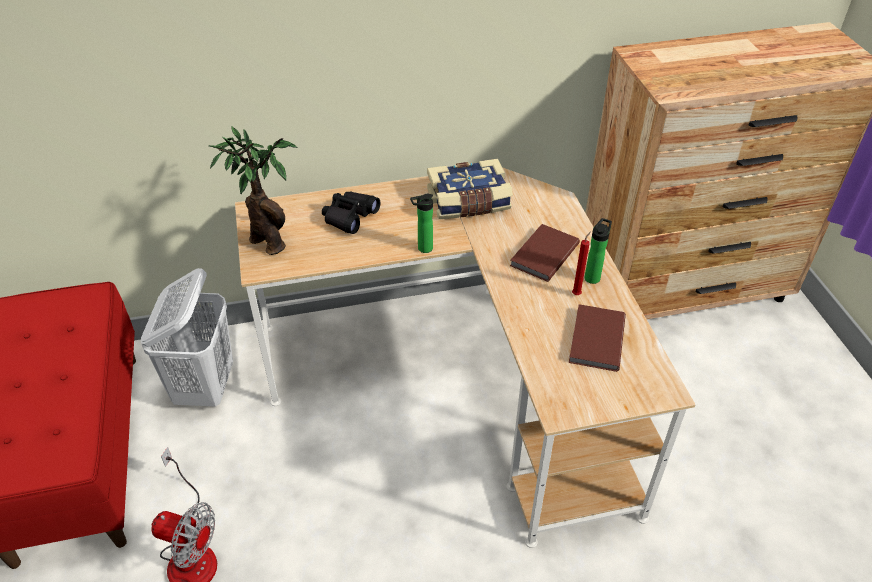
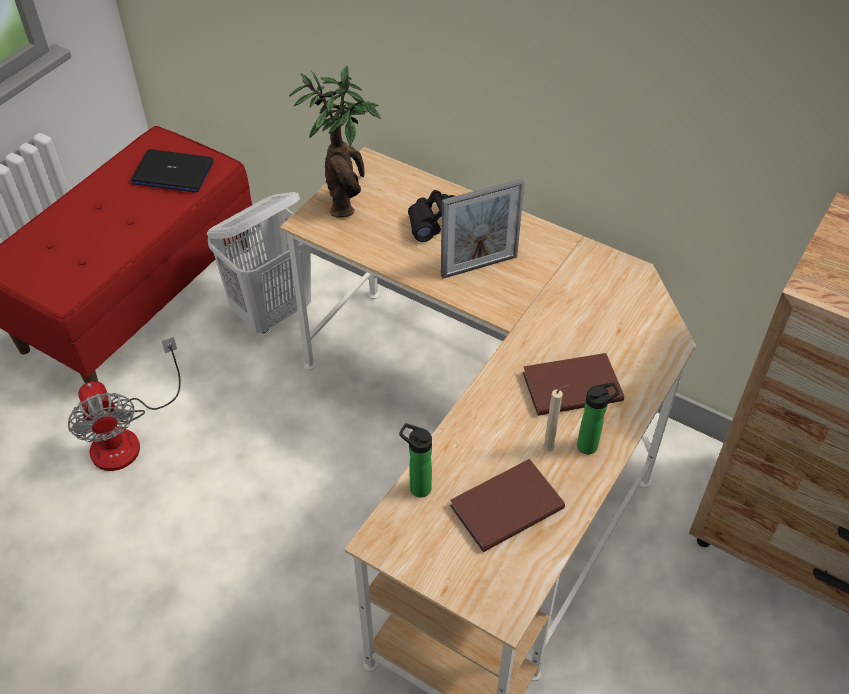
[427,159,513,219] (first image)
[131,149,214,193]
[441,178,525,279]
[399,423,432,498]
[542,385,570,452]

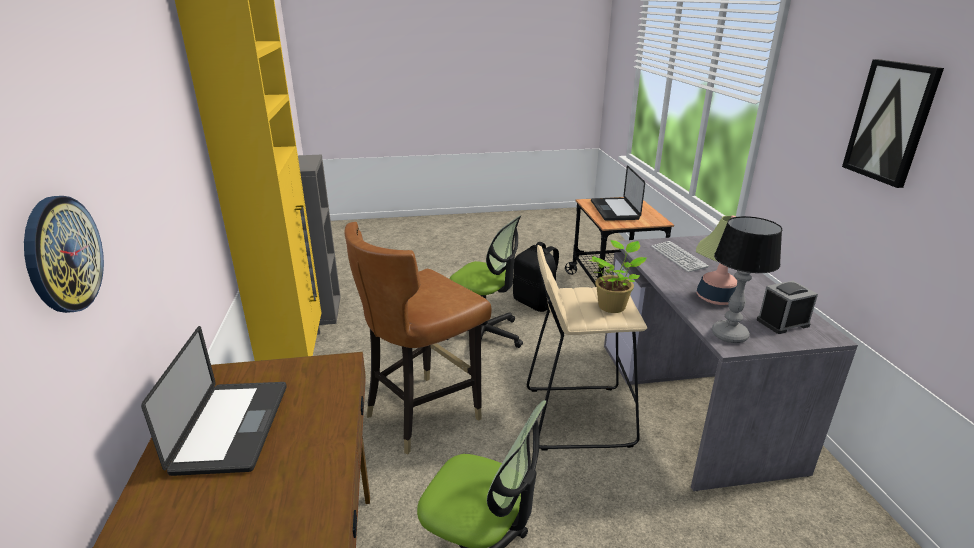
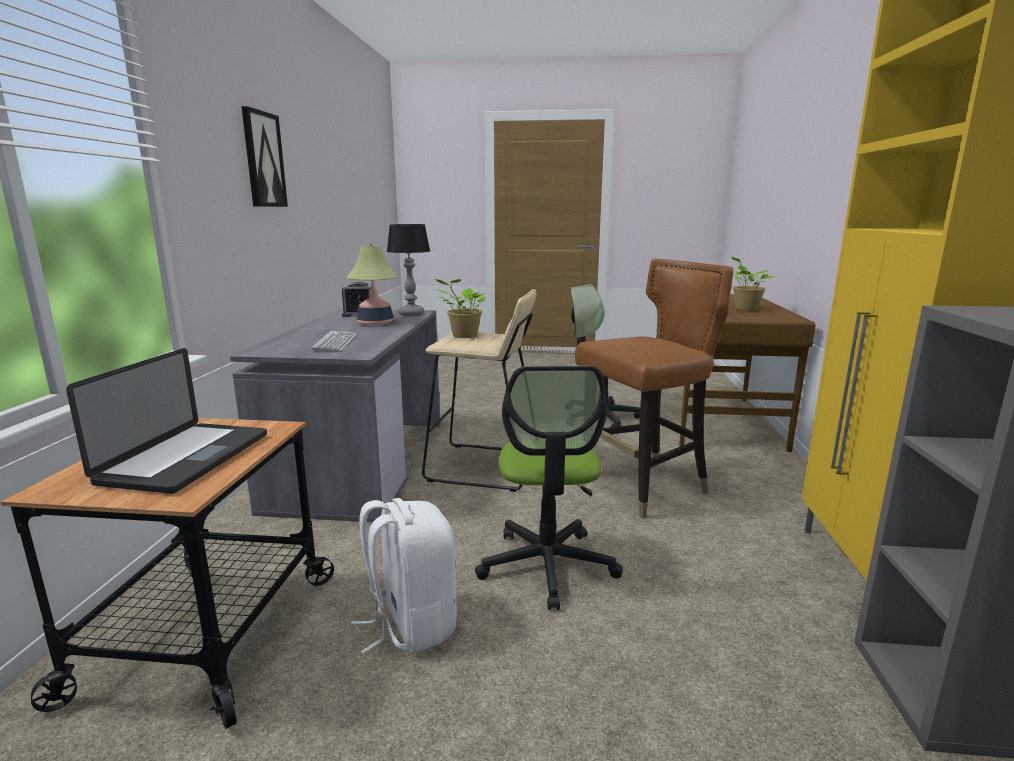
[24,196,104,313] (first image)
[731,256,774,311]
[351,498,457,654]
[475,366,623,610]

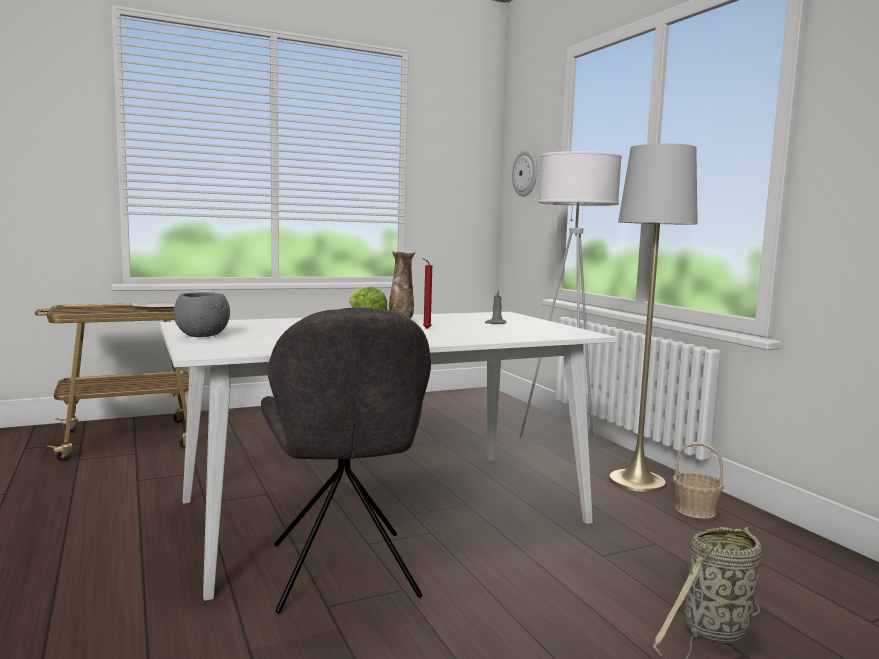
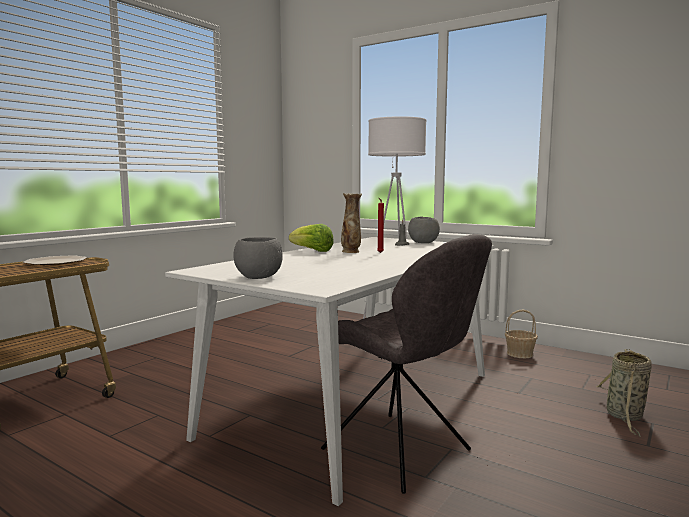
[512,150,537,197] (first image)
[609,144,698,492] (first image)
[408,217,440,243]

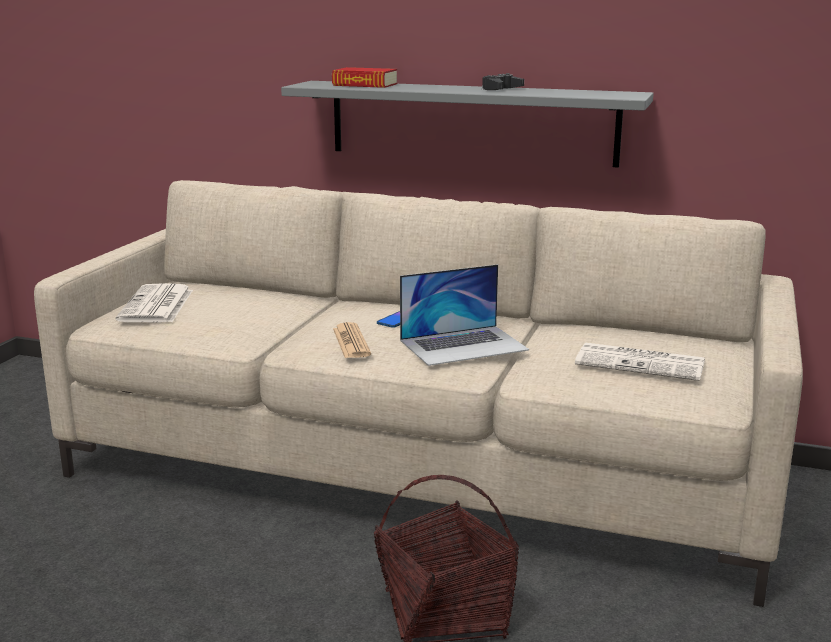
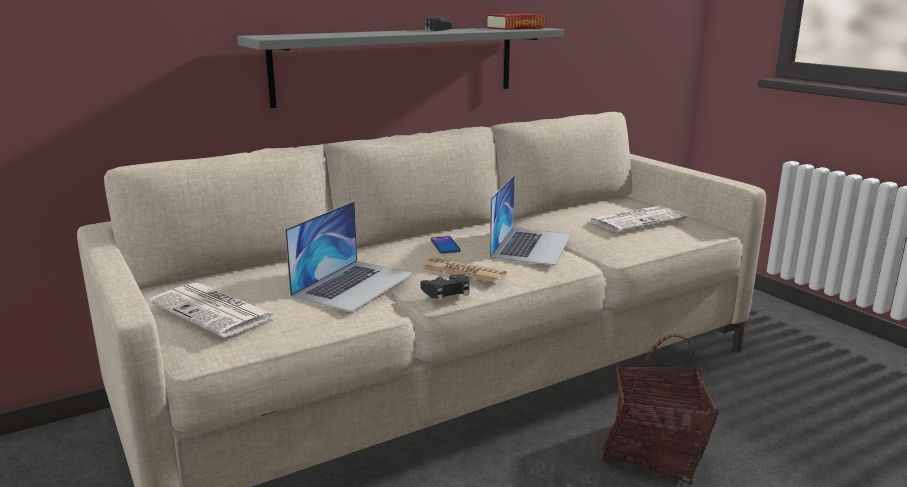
[285,201,414,312]
[421,274,470,300]
[487,14,546,30]

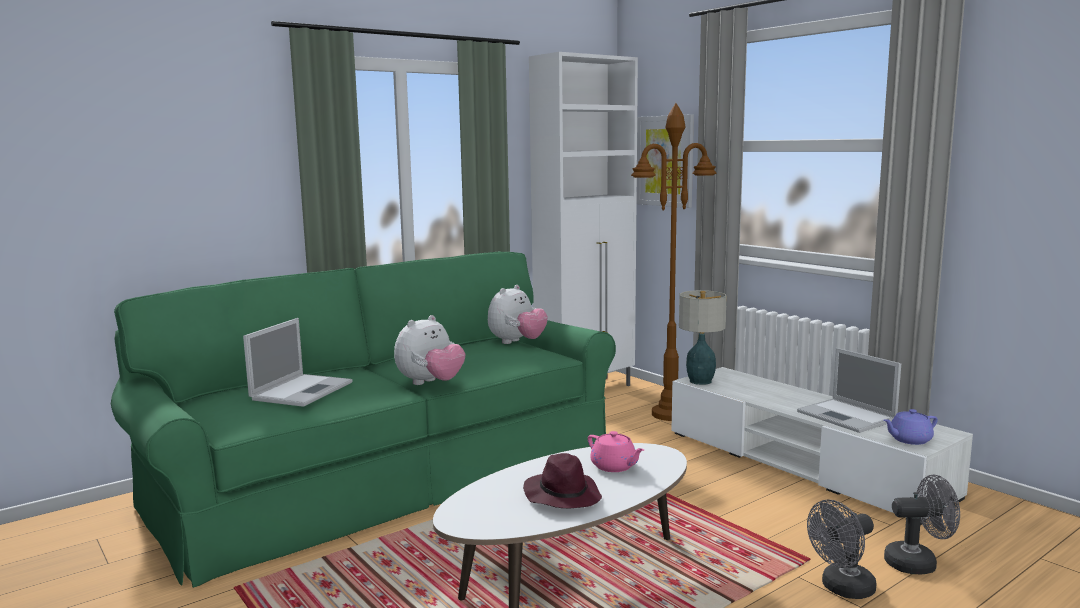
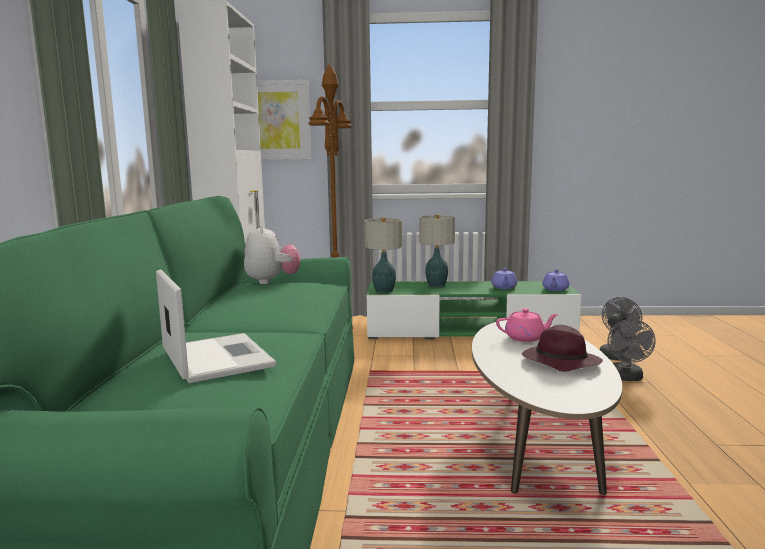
[394,315,465,385] (first image)
[419,214,455,287]
[491,268,517,289]
[367,281,581,339]

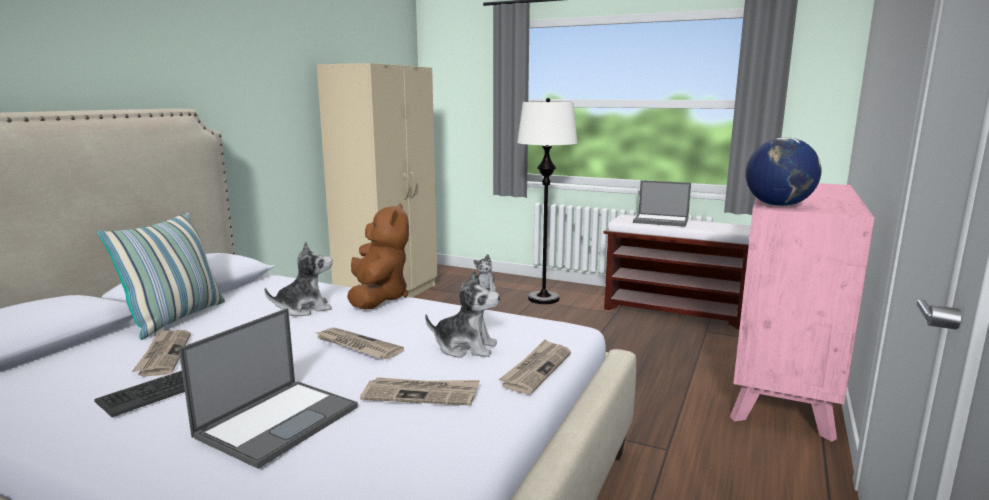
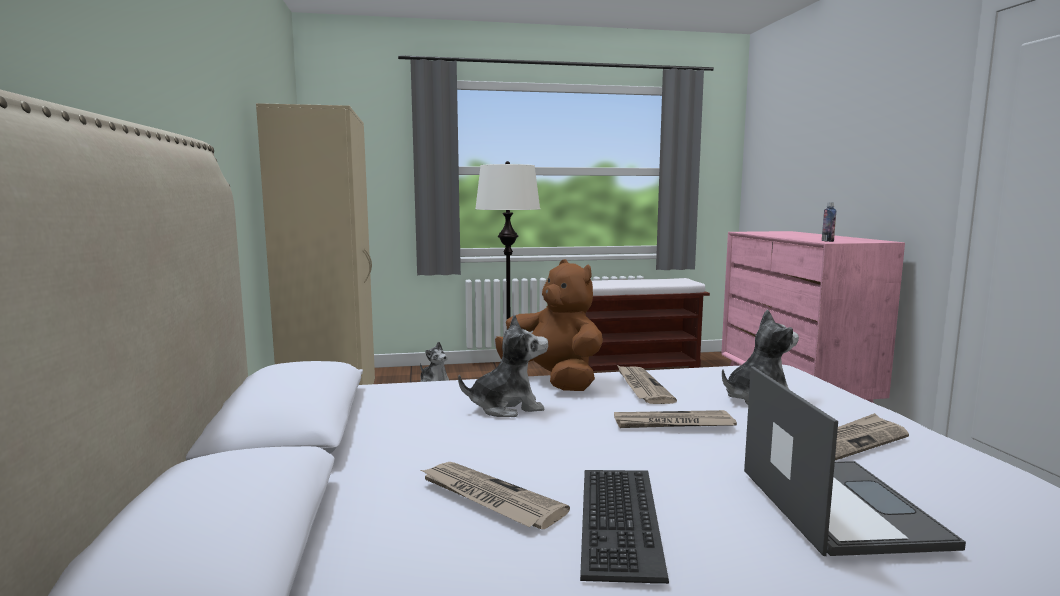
[97,212,225,340] (first image)
[633,180,691,227] (first image)
[617,365,677,404]
[822,202,836,242]
[458,314,548,417]

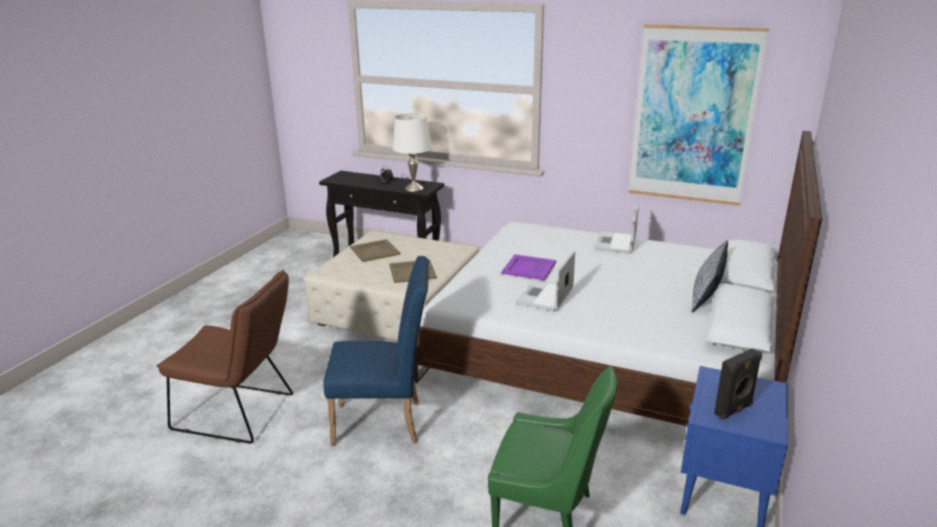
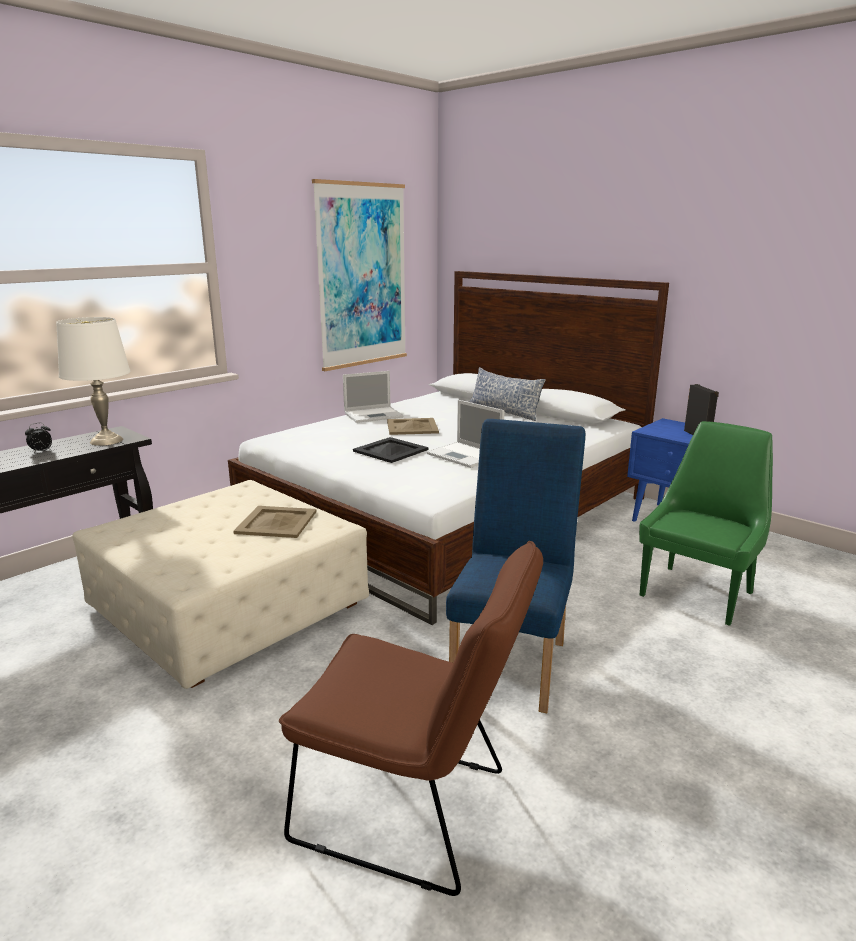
[387,418,439,435]
[353,437,428,463]
[279,541,543,896]
[343,371,403,423]

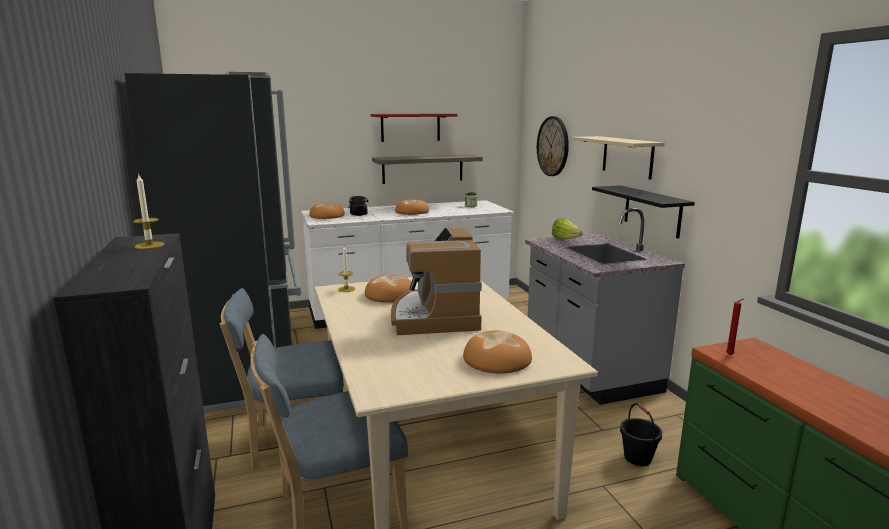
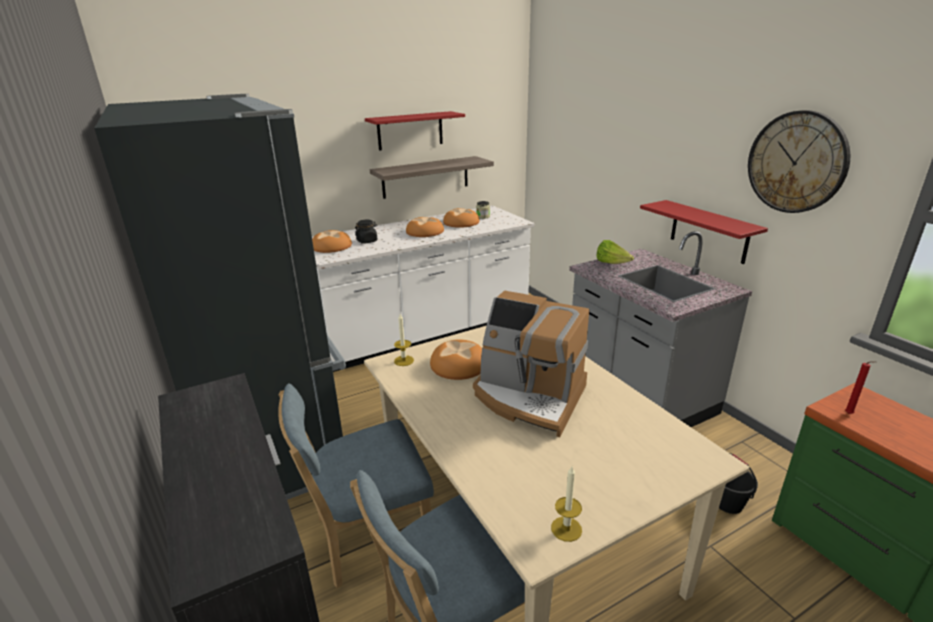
[571,136,665,180] (first image)
[551,466,582,542]
[443,208,480,228]
[748,110,850,213]
[640,200,768,264]
[473,290,589,437]

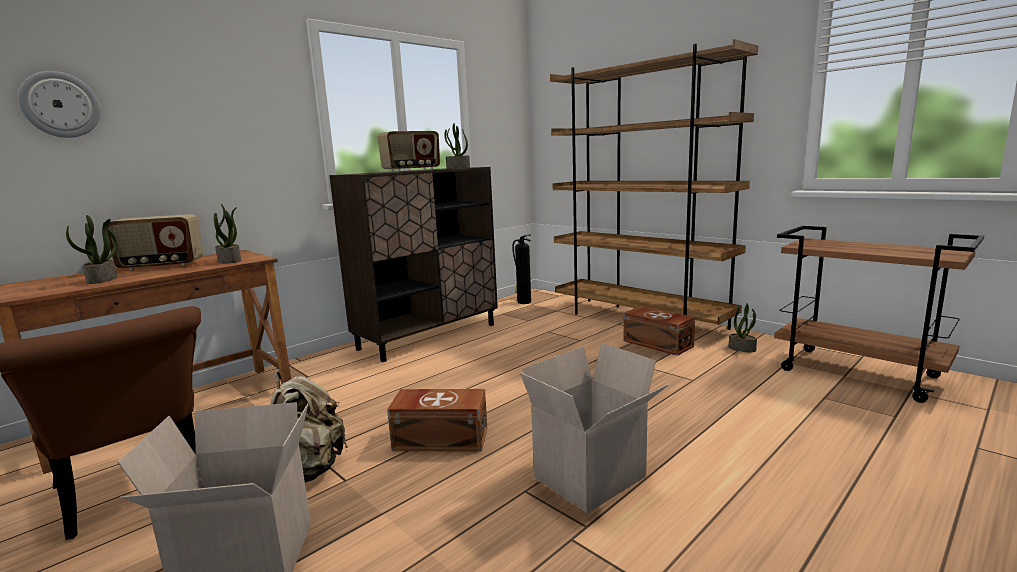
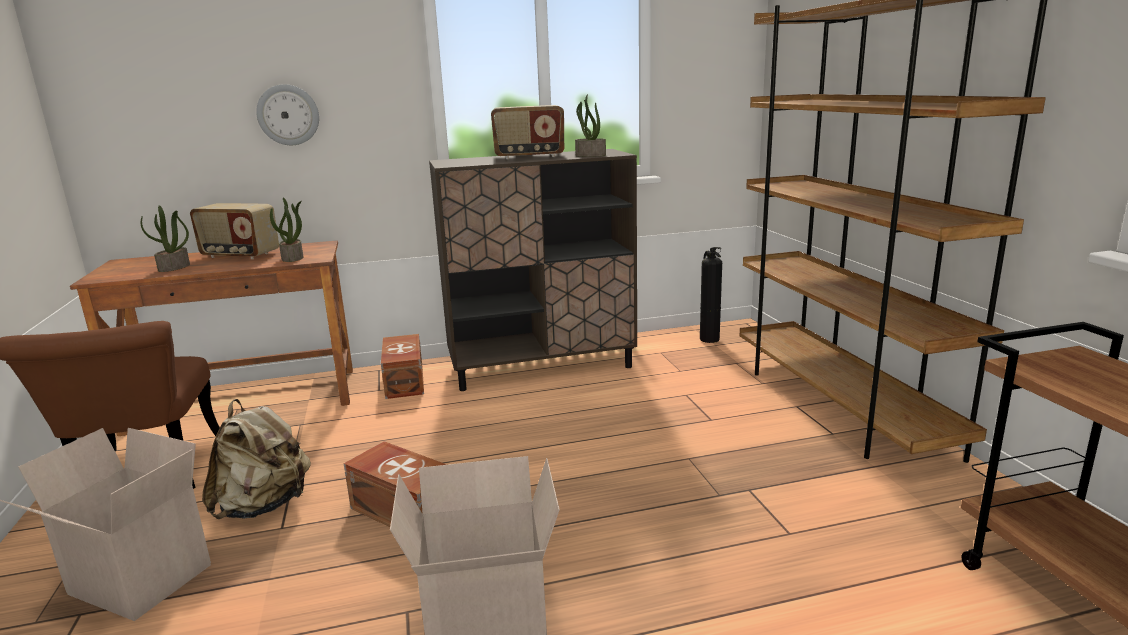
[729,303,757,352] (first image)
[256,84,319,145]
[381,334,424,399]

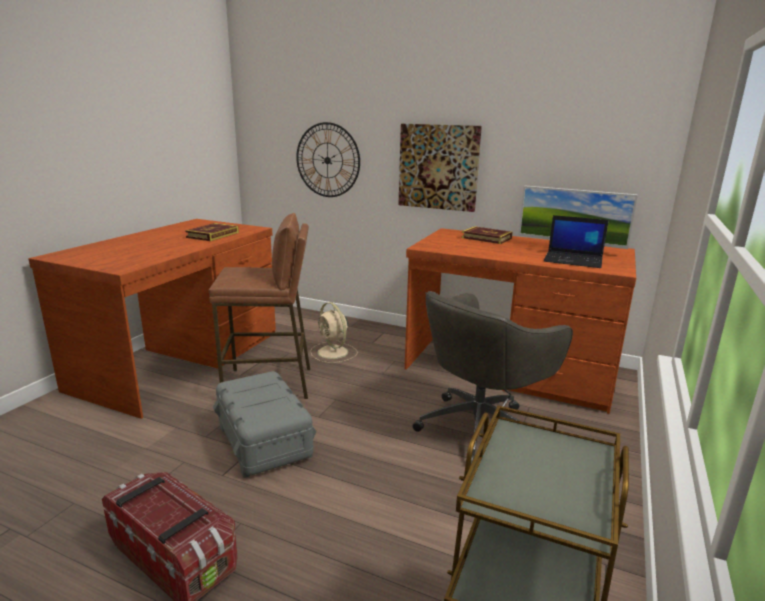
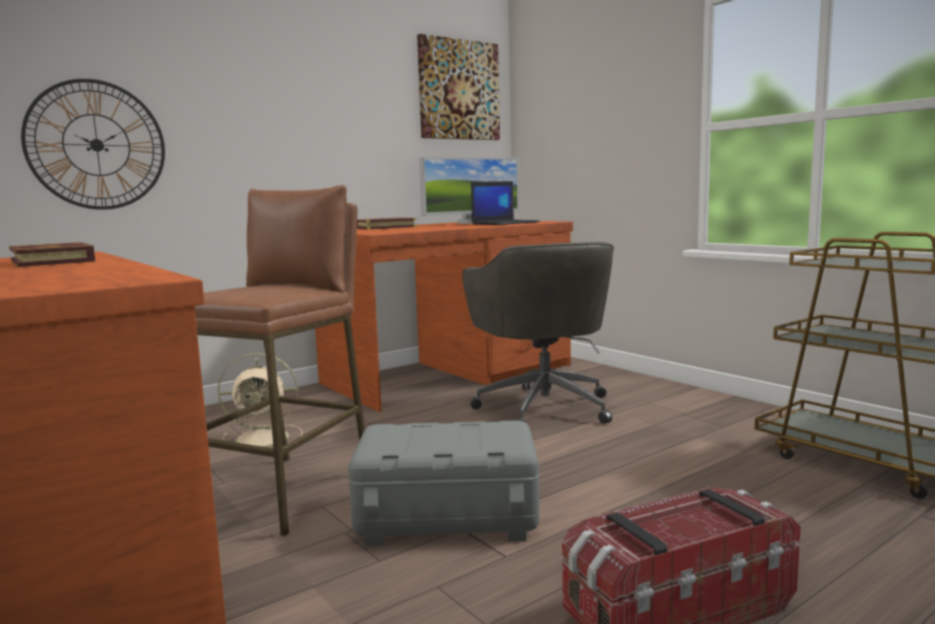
[417,34,500,140]

